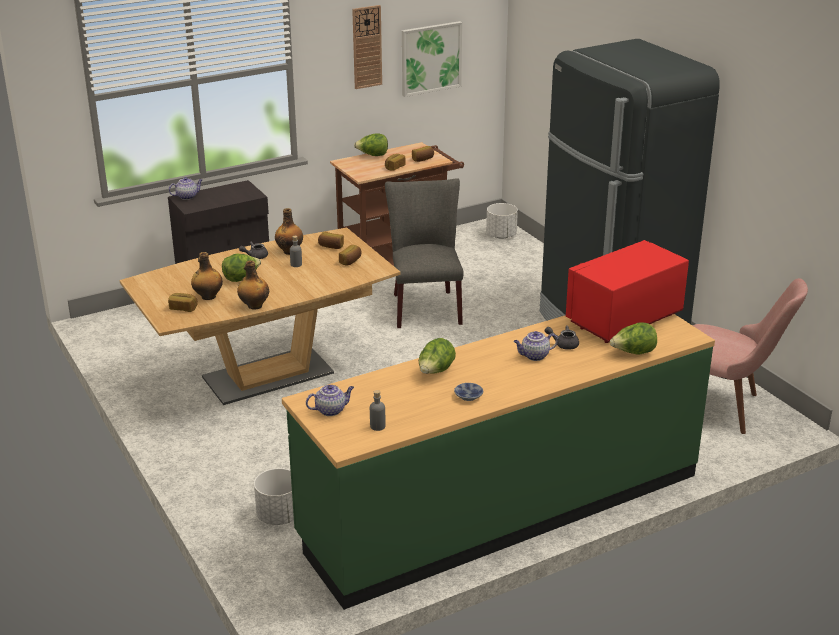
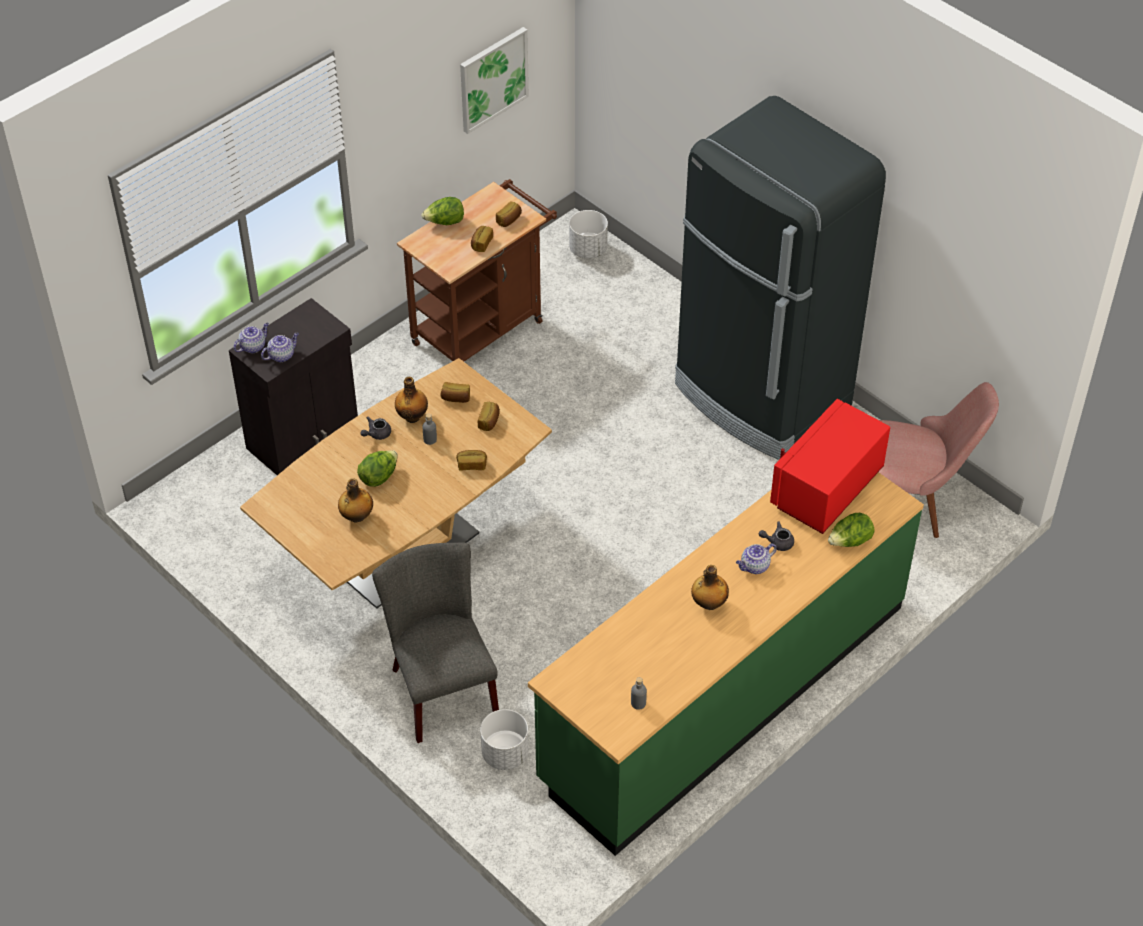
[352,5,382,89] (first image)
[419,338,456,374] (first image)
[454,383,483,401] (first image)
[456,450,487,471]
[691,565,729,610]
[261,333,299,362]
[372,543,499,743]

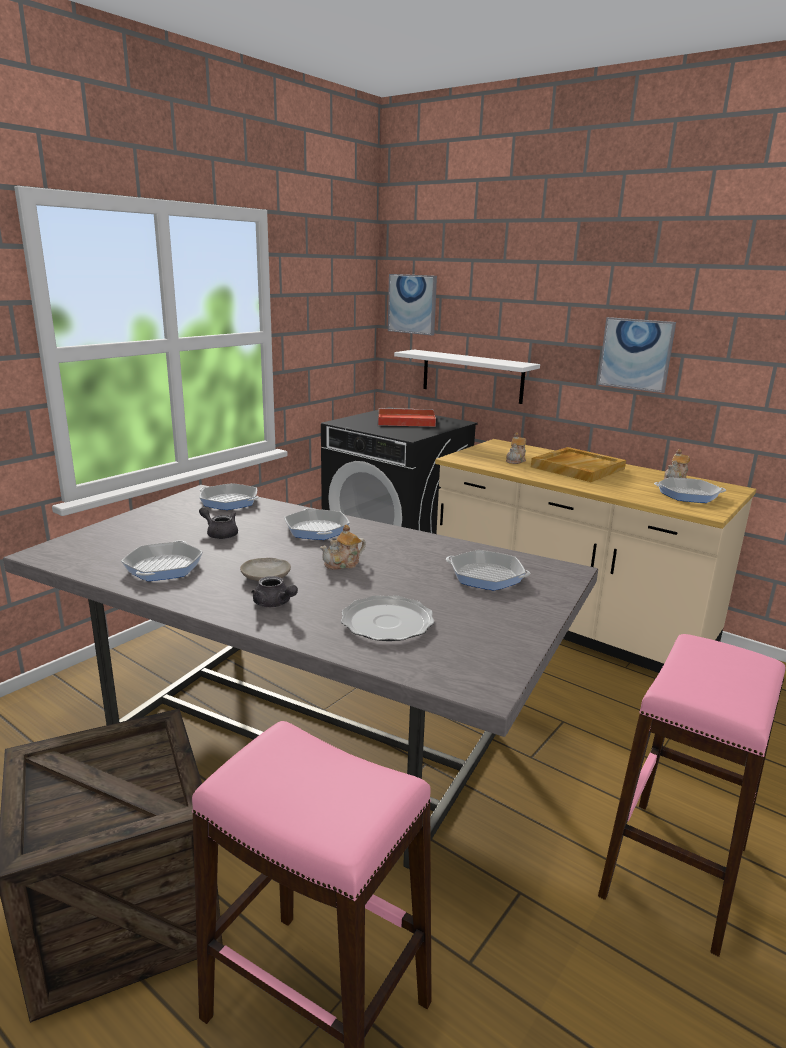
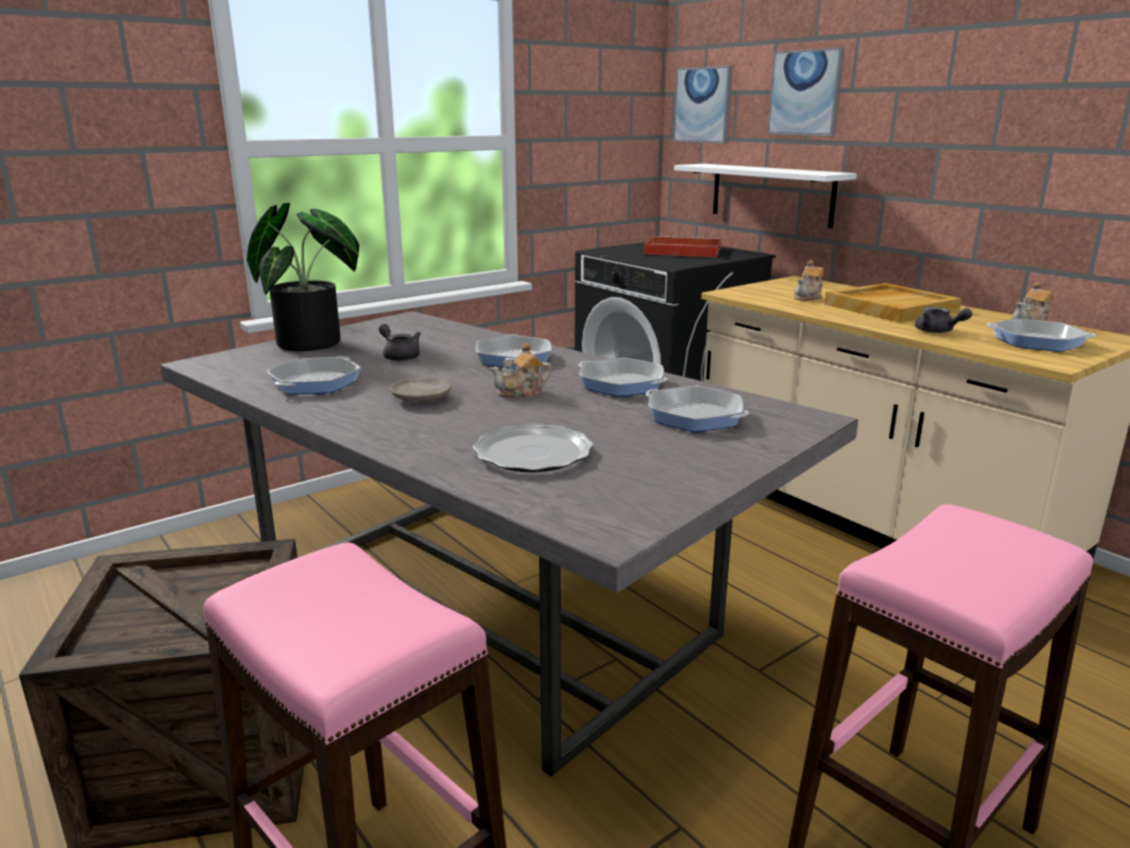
[247,203,359,351]
[579,358,668,396]
[915,307,972,333]
[767,47,845,136]

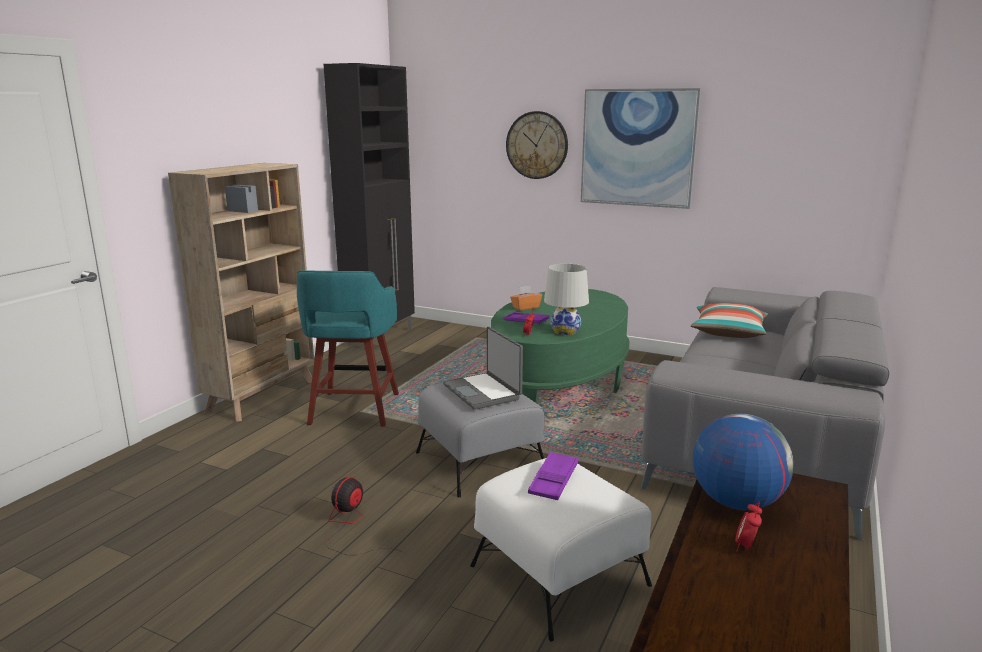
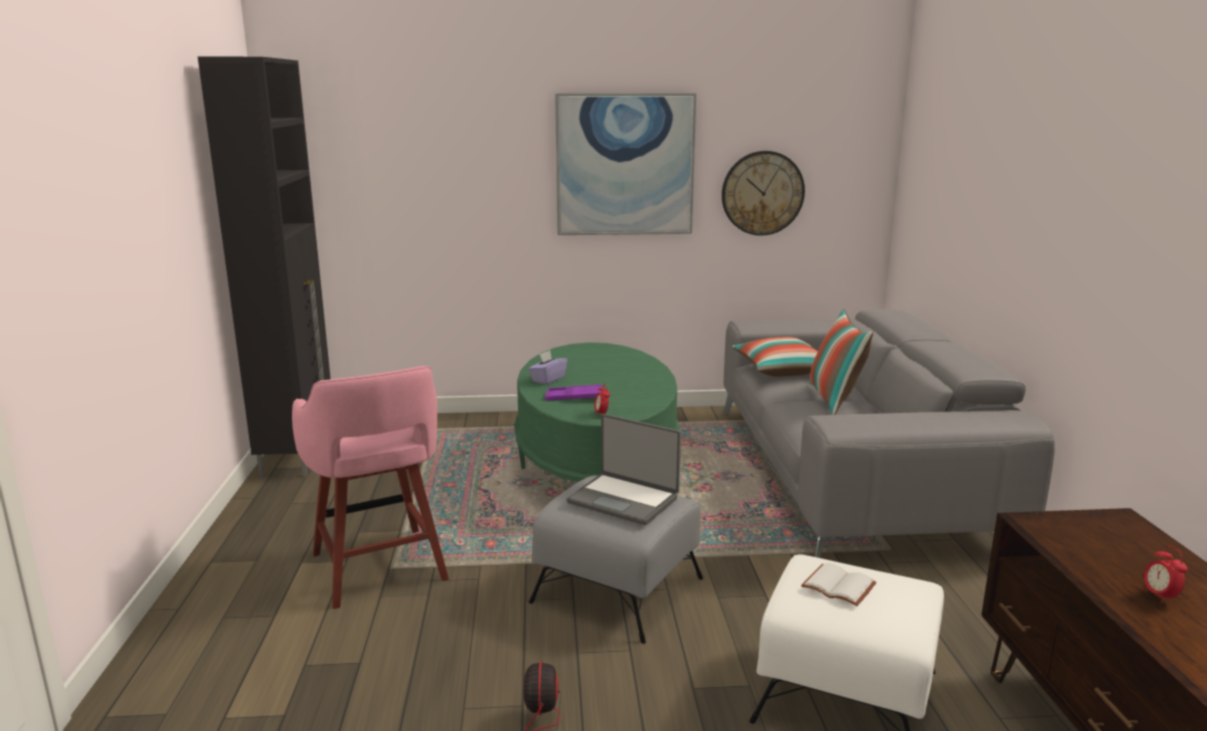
[168,163,314,422] (first image)
[544,264,589,335] (first image)
[693,414,793,510] (first image)
[809,309,873,415]
[722,151,805,236]
[801,563,877,606]
[292,366,449,609]
[529,350,567,385]

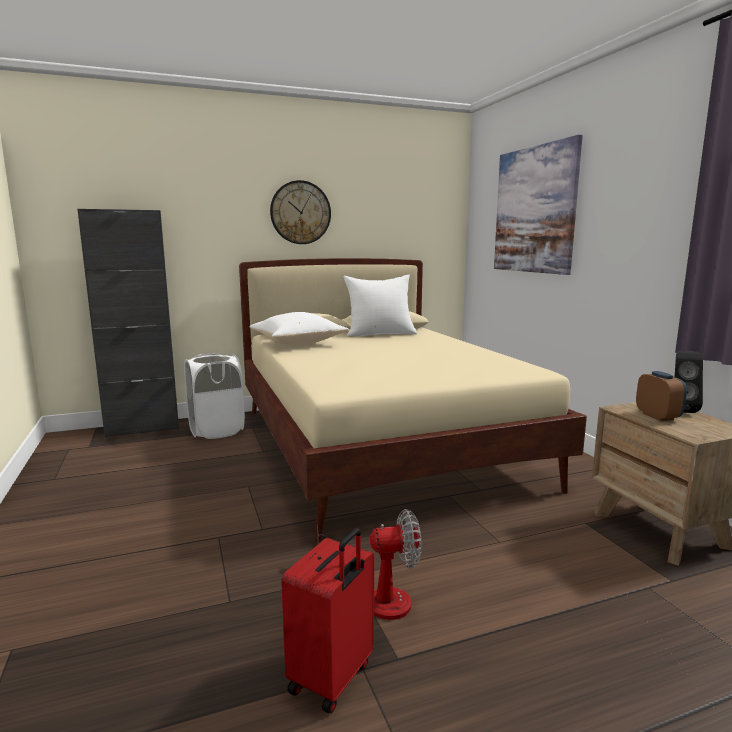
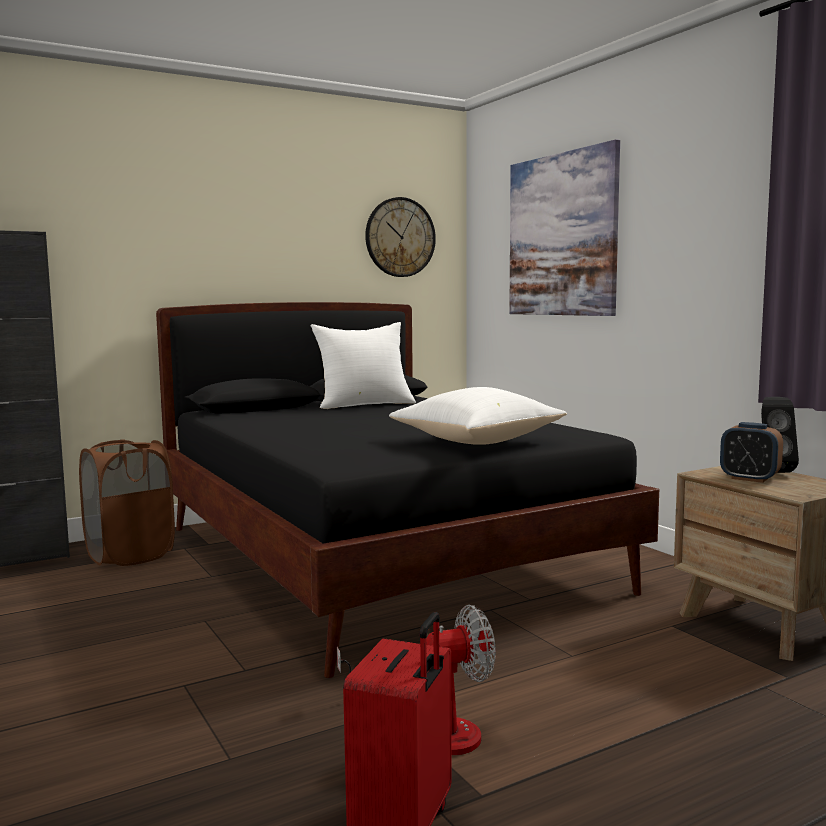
[389,387,567,445]
[365,197,436,277]
[79,440,175,566]
[156,302,659,678]
[720,422,783,483]

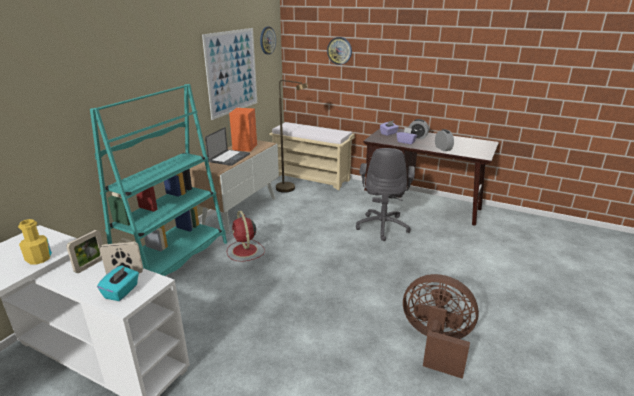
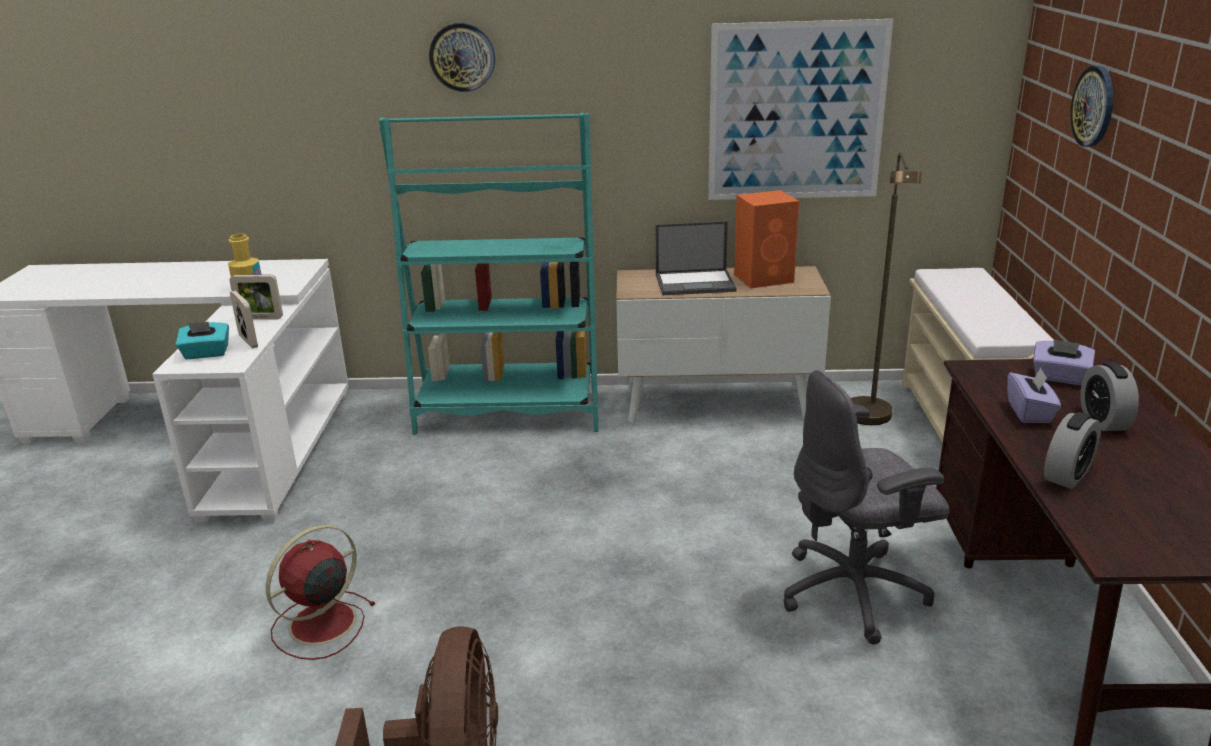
[266,525,376,660]
[429,23,495,92]

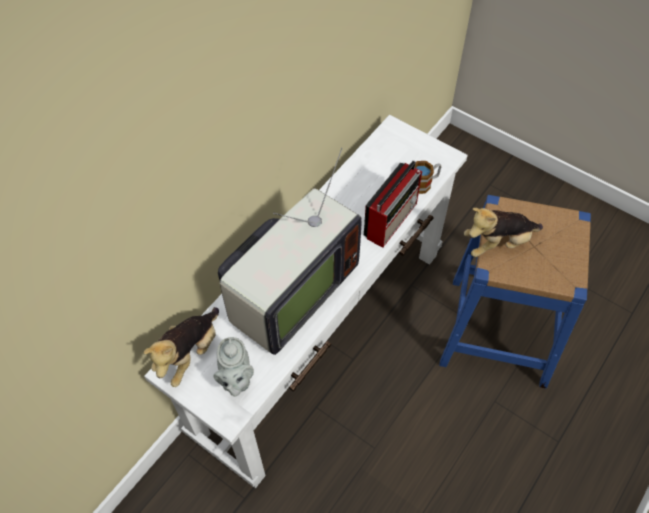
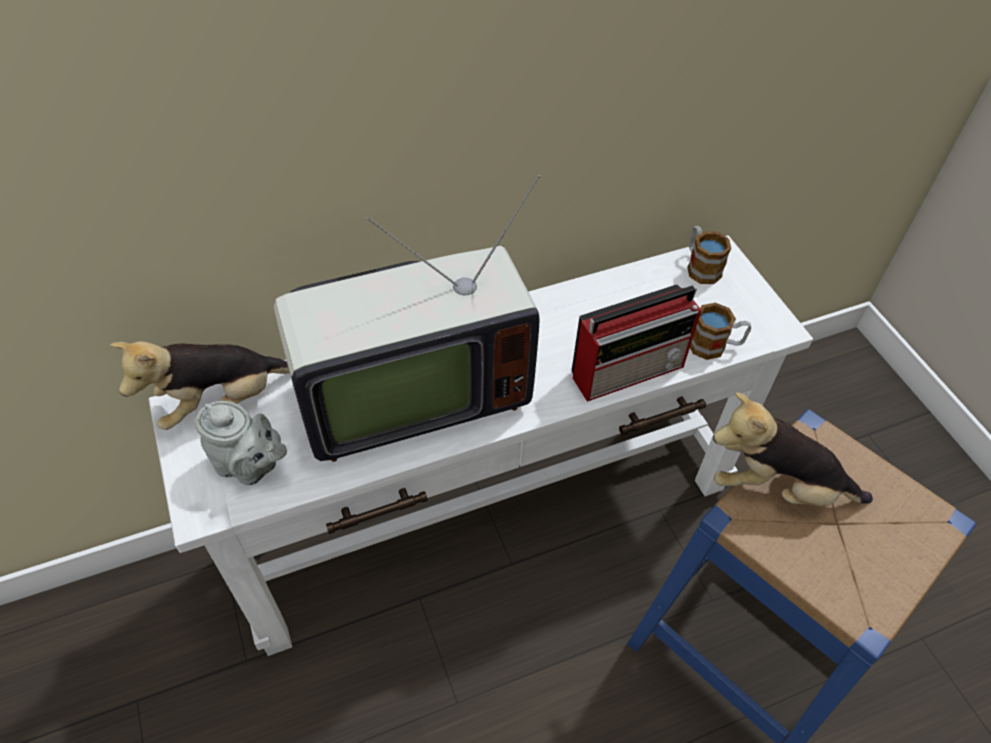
[687,226,731,284]
[195,401,287,485]

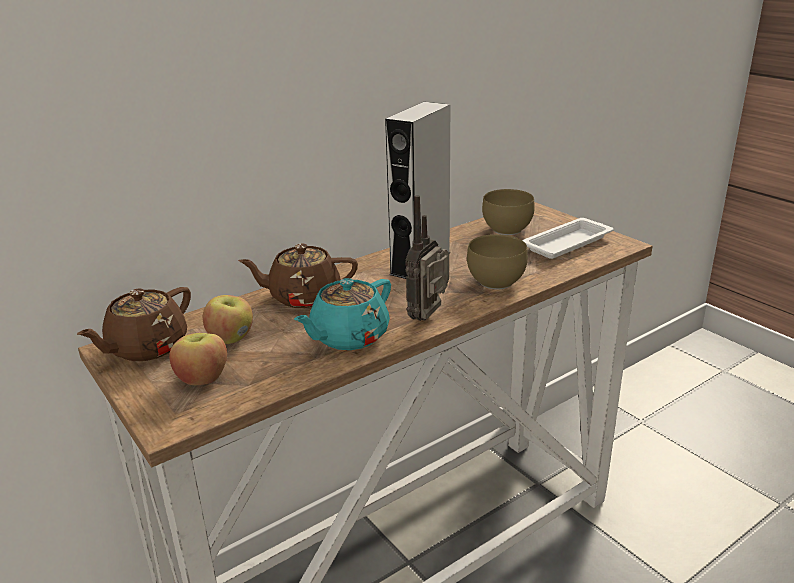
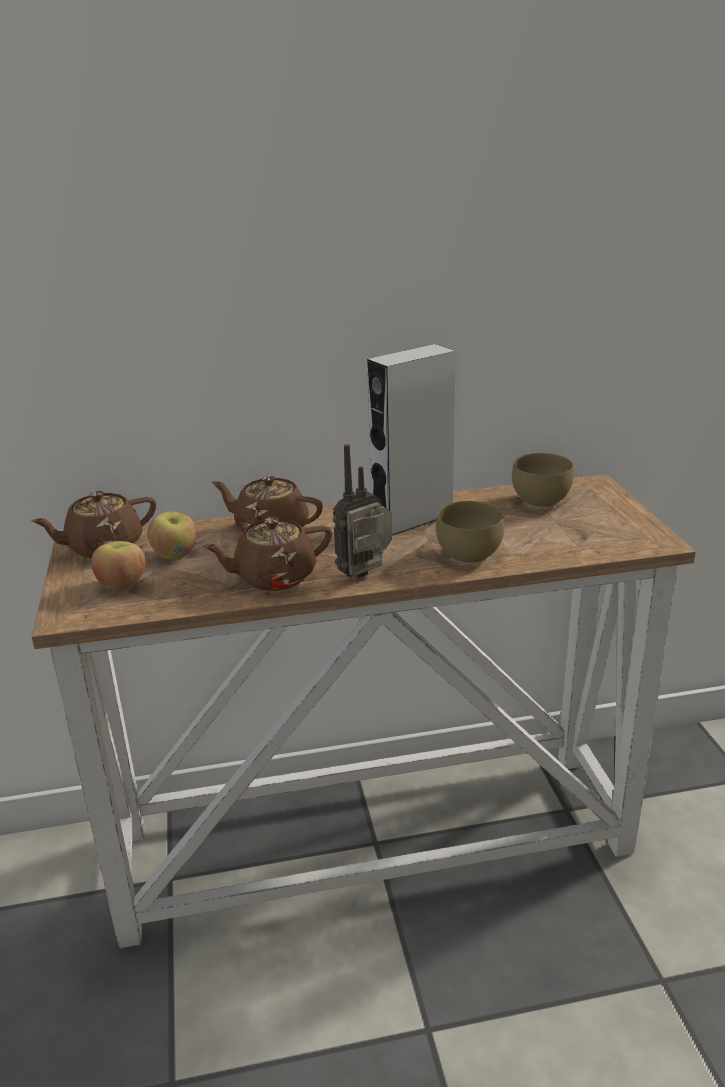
[522,218,614,259] (first image)
[203,517,332,591]

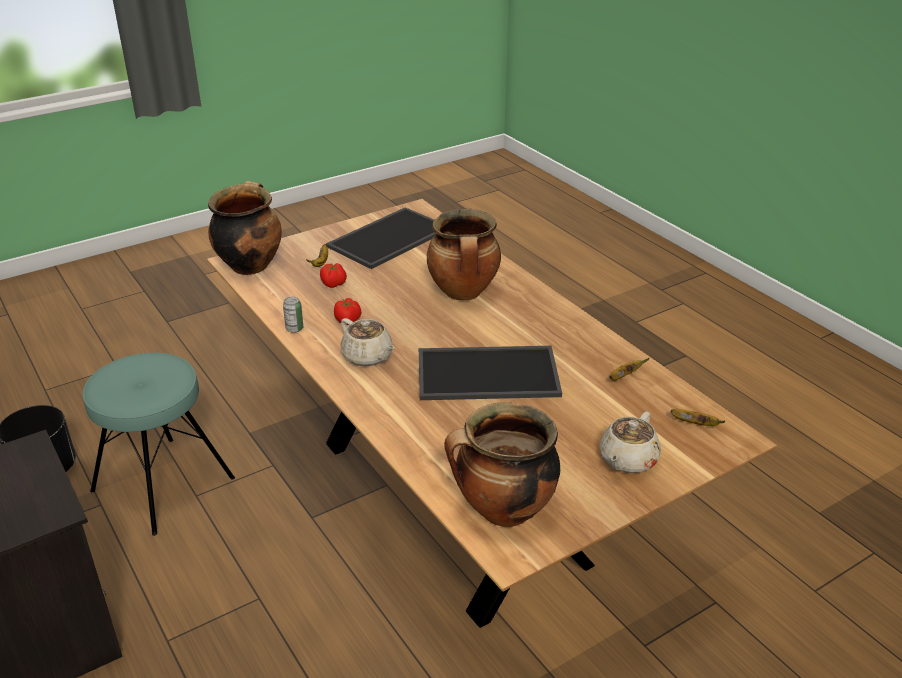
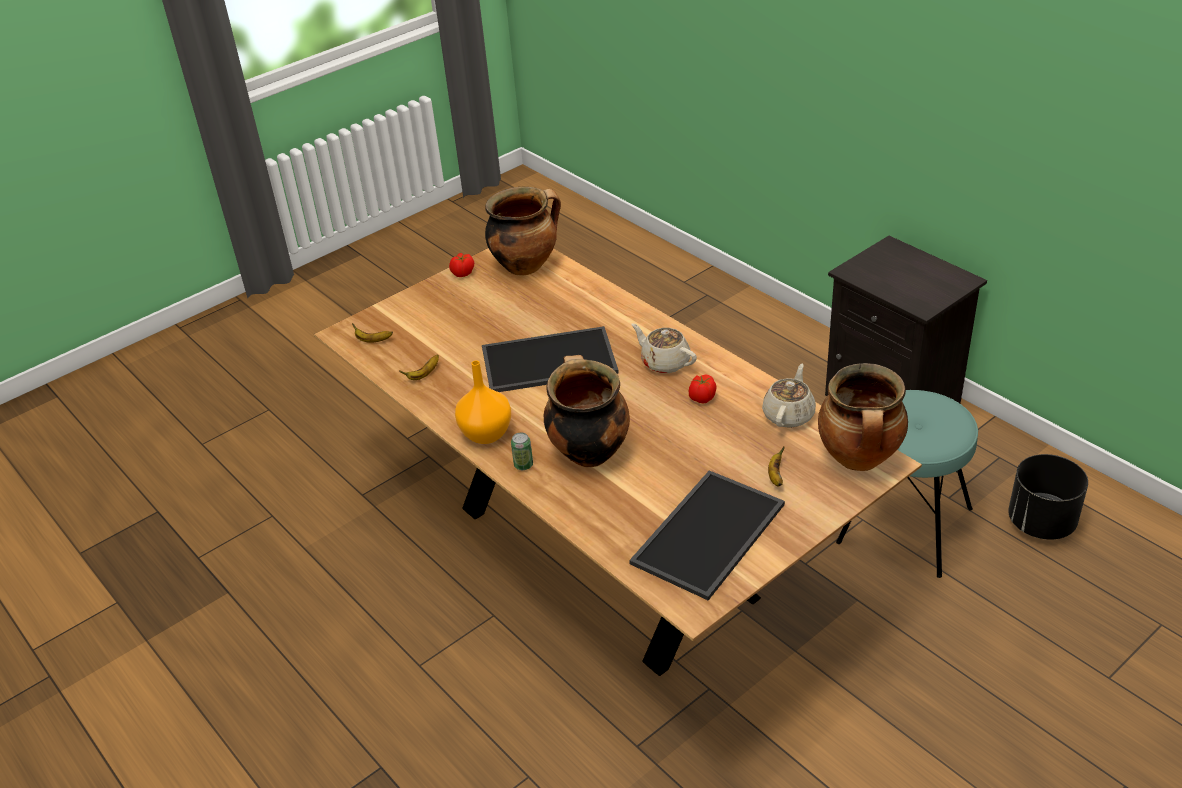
[455,360,511,444]
[511,433,533,470]
[449,253,474,277]
[762,364,816,428]

